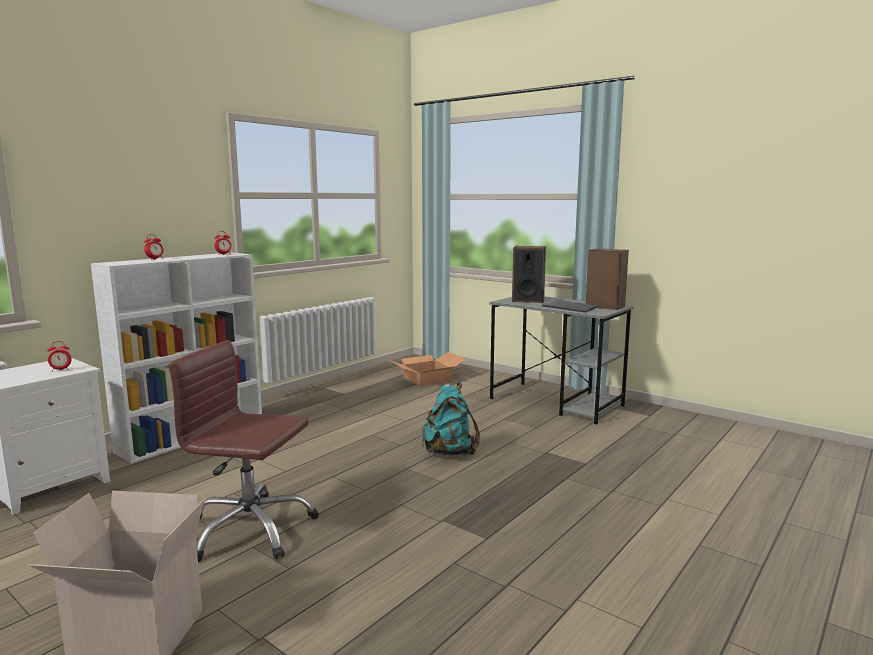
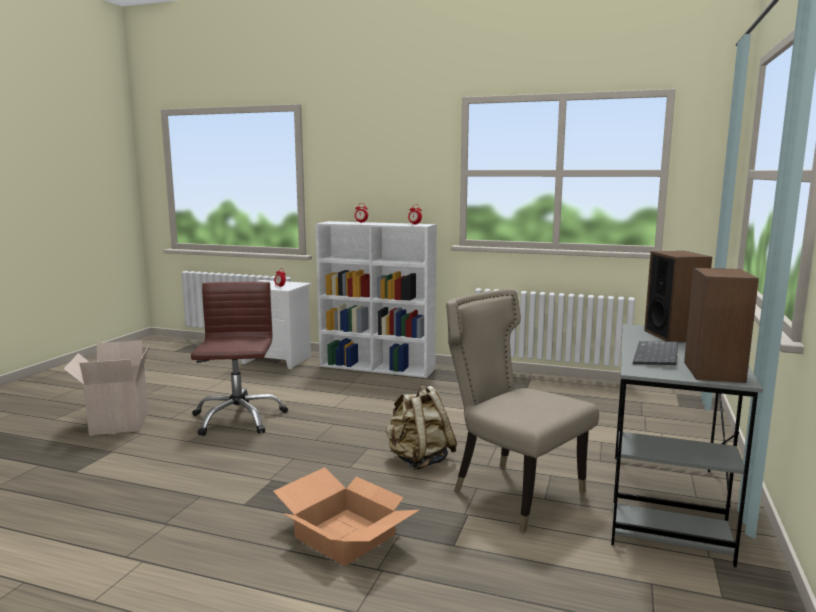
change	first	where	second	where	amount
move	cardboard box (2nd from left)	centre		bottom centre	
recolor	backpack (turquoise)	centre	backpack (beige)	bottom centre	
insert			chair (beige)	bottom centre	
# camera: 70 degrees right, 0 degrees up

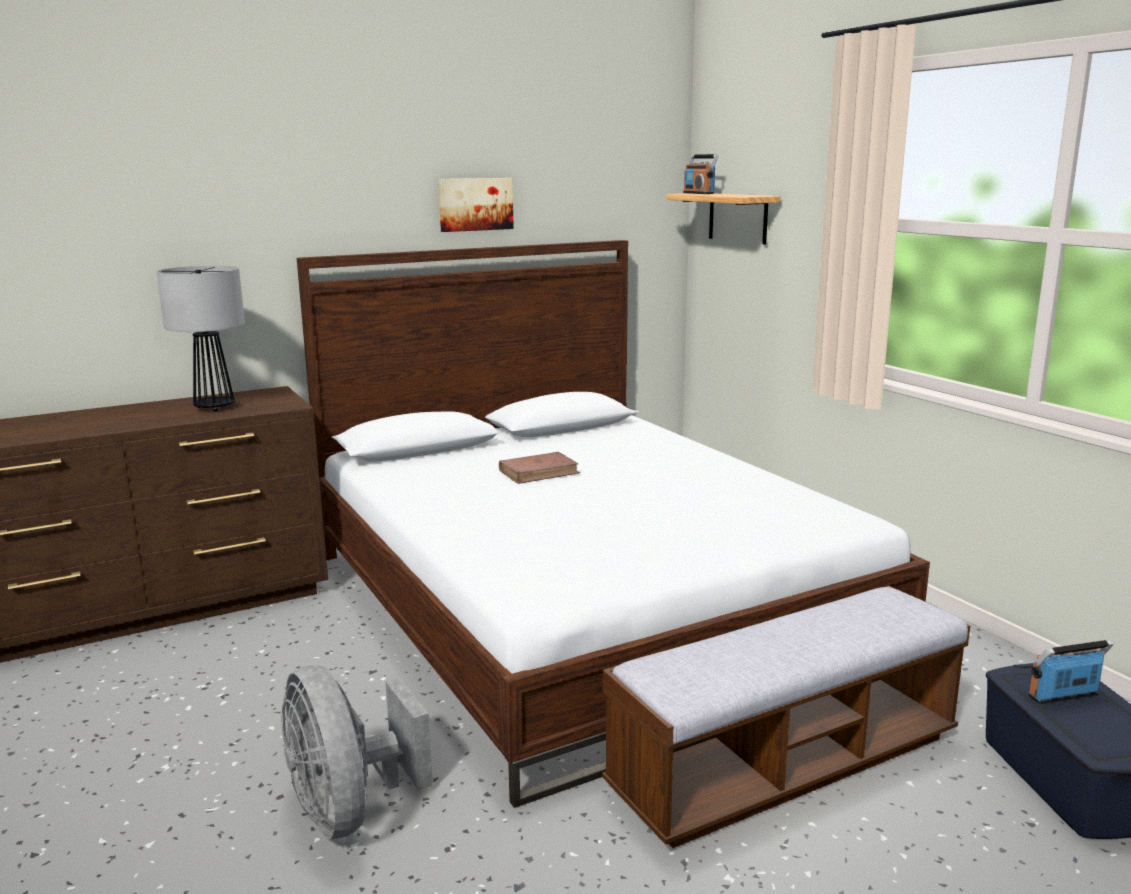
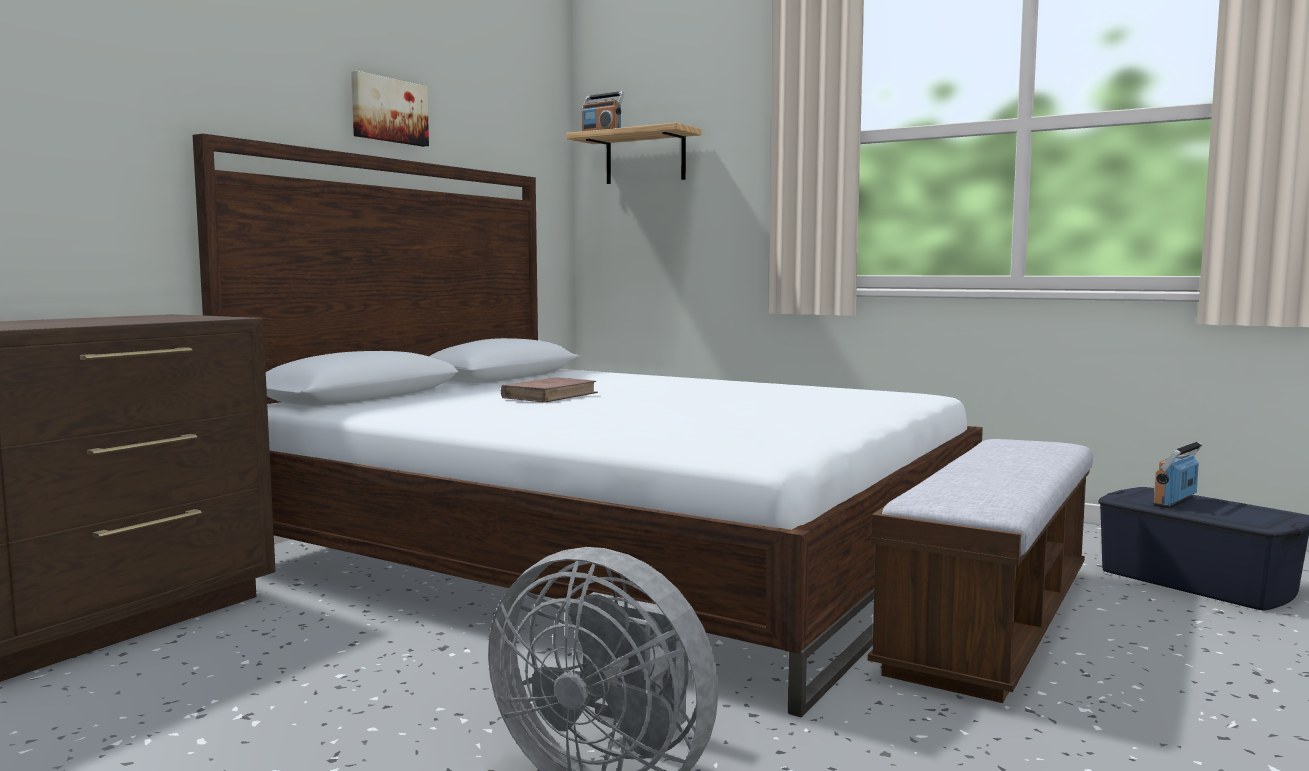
change	first	where	second	where	amount
delete	table lamp	middle left			
# camera: 30 degrees left, 10 degrees down

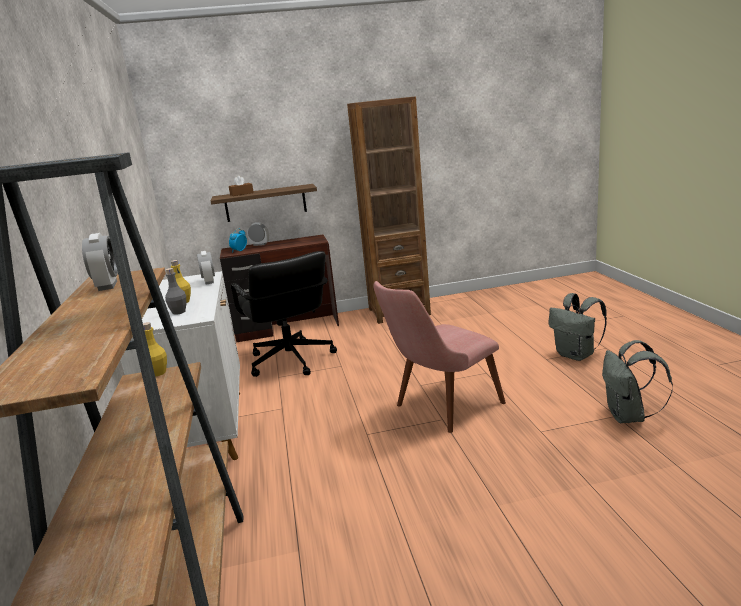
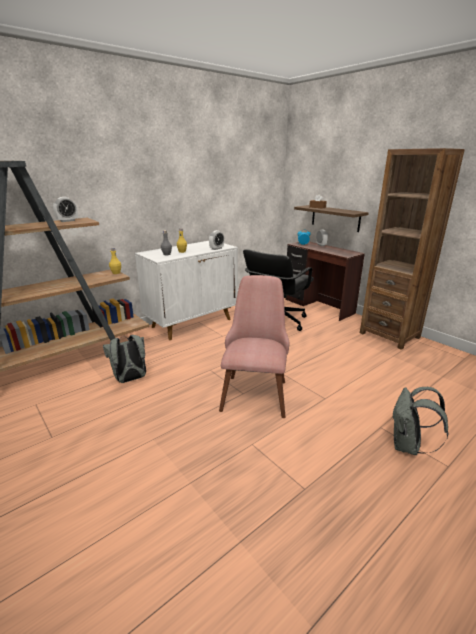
change	first	where	second	where	amount
move	backpack (grey) (2nd from left in the first image)	middle right	backpack (grey) (1st from left)	middle left	
rotate	chair (pink)	centre		centre	75 degrees clockwise
# camera: 60 degrees right, 5 degrees up

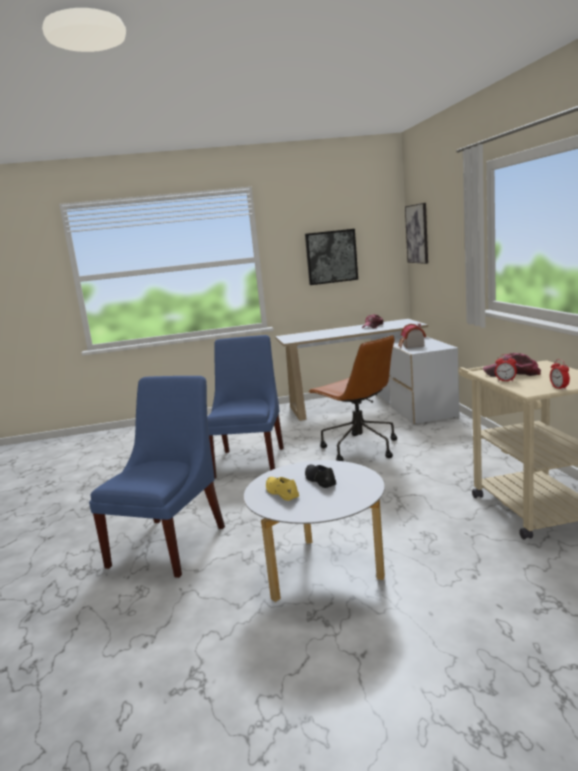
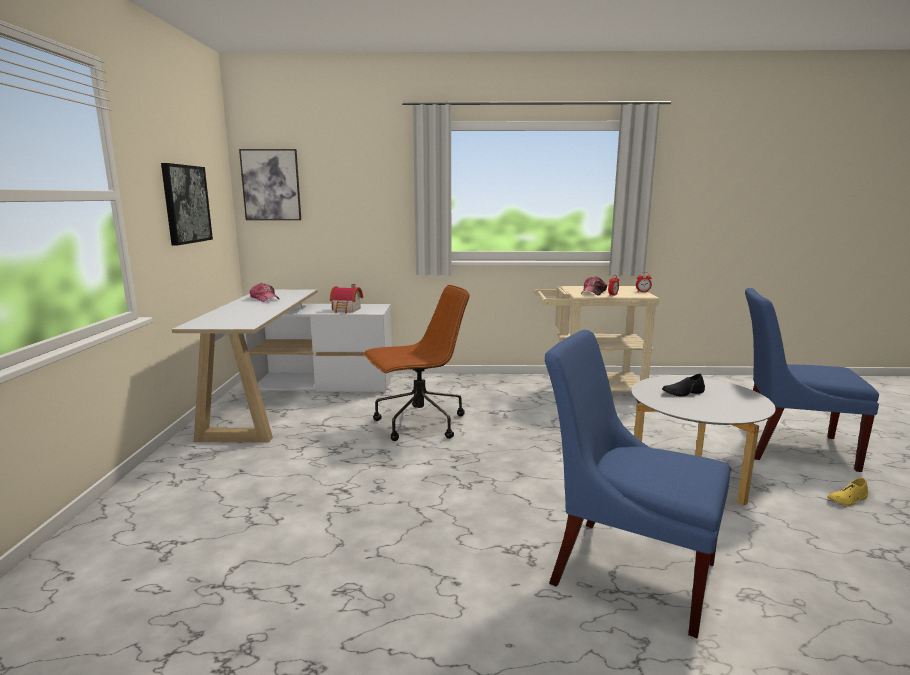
change	first	where	second	where	amount
move	chair (blue) (2nd from left)	centre		middle right	
move	shoe (yellow)	centre		bottom right	
# camera: 80 degrees left, 0 degrees up

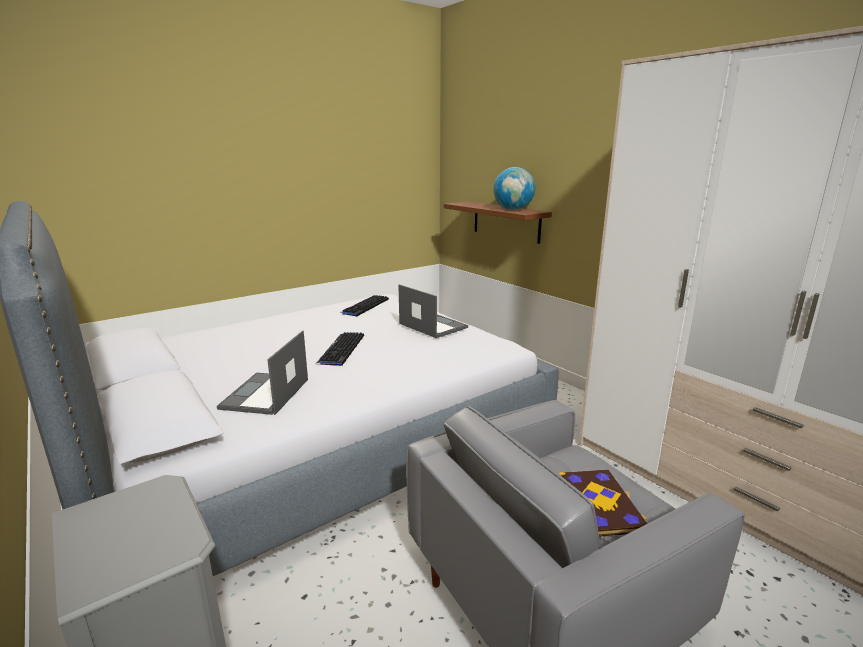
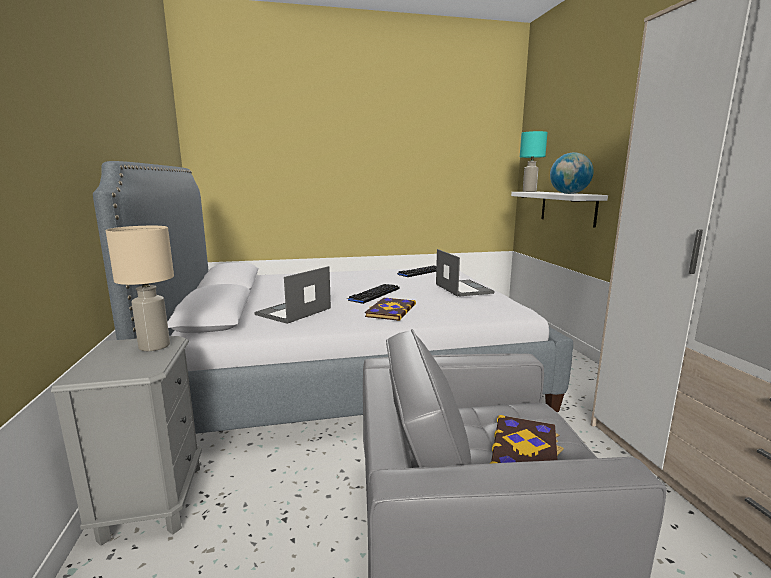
change	first	where	second	where	amount
insert			table lamp (beige)	middle left	
insert			book (1st from left)	centre	
recolor	shelf (brown)	centre	shelf (white)	middle right	
insert			table lamp (turquoise)	top right	
# camera: 25 degrees right, 5 degrees down

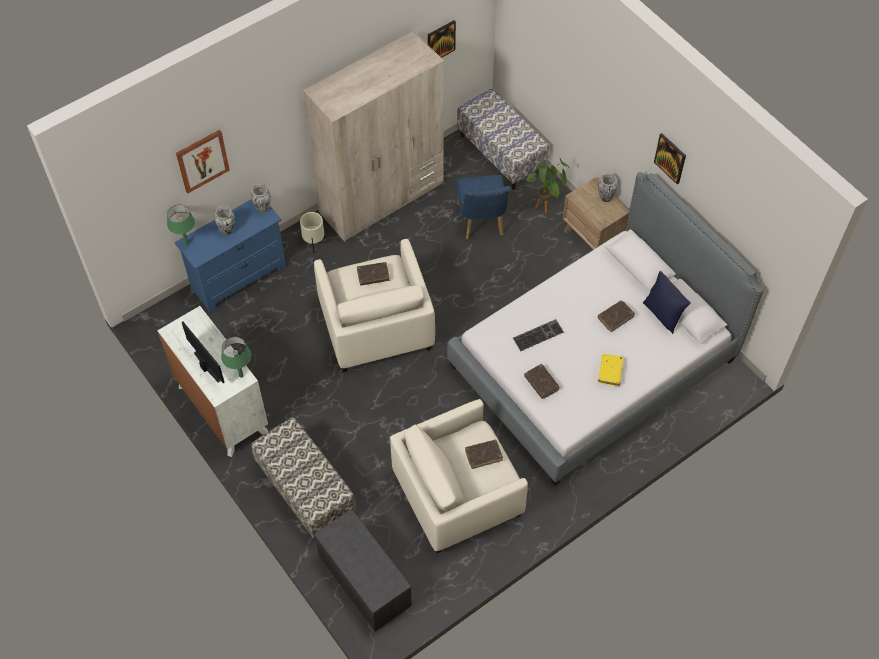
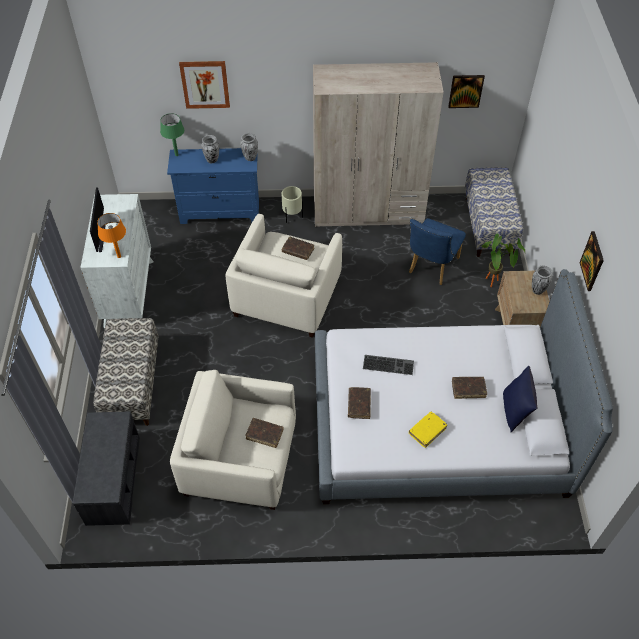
change	first	where	second	where	amount
recolor	table lamp (green) (2nd from left)	middle left	table lamp (orange)	middle left	
# camera: 35 degrees right, 5 degrees down

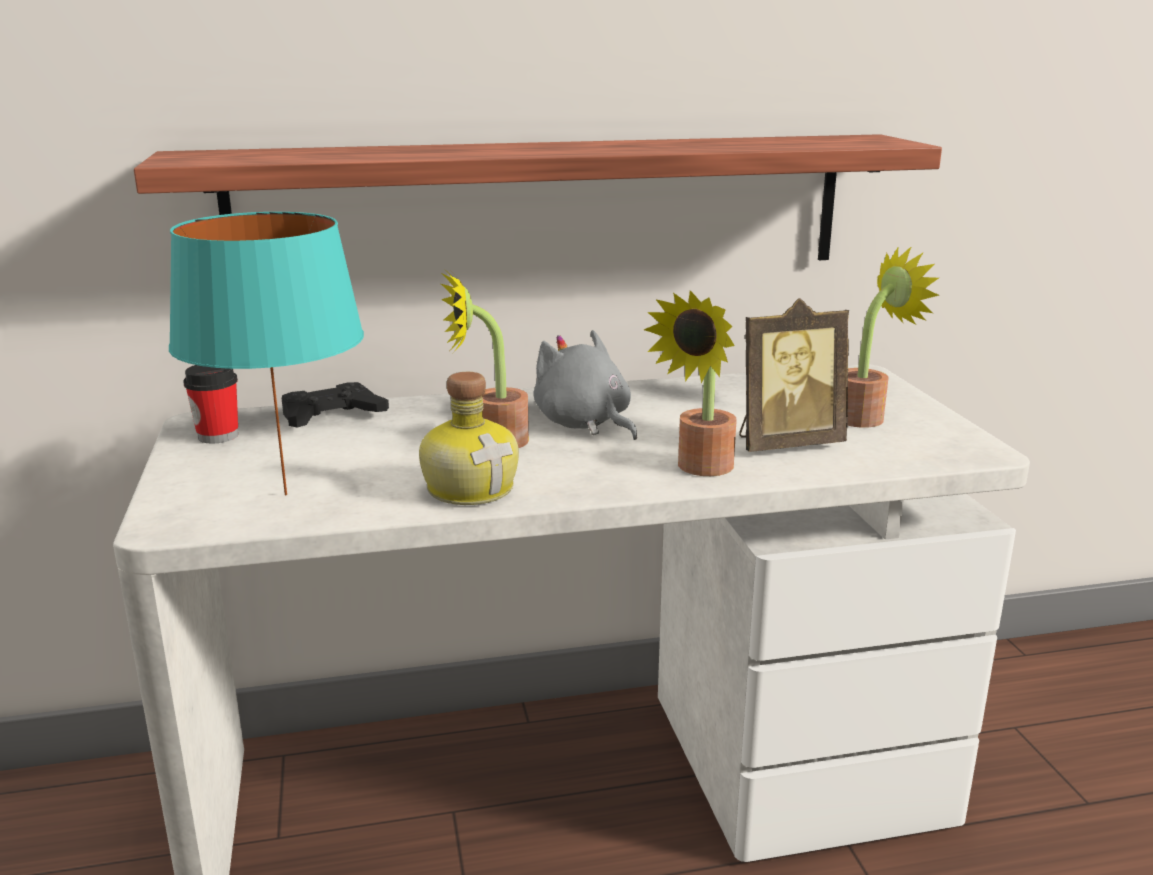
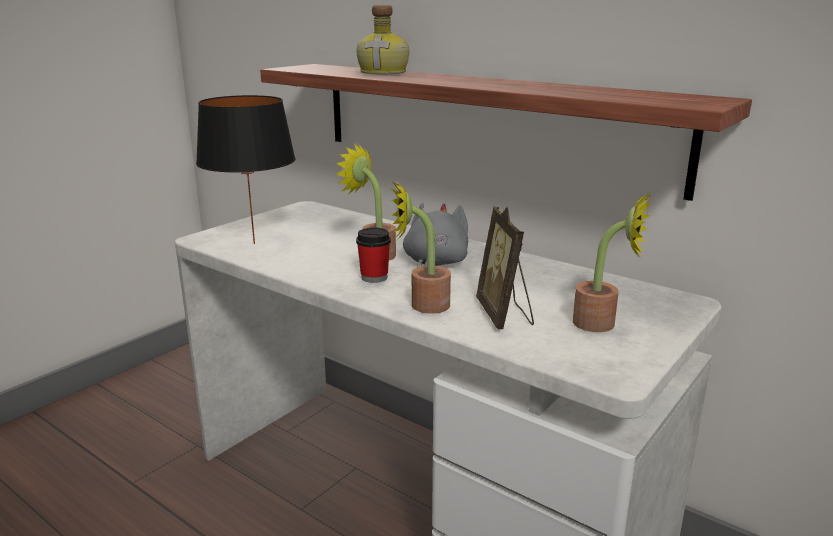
change	first	where	second	where	amount
recolor	table lamp (turquoise)	middle left	table lamp (black)	top left	
move	bottle	centre		top centre	
move	cup	middle left		centre	
rotate	picture frame	middle right		centre	45 degrees clockwise
delete	game controller (black)	middle left			
# camera: 50 degrees right, 0 degrees up

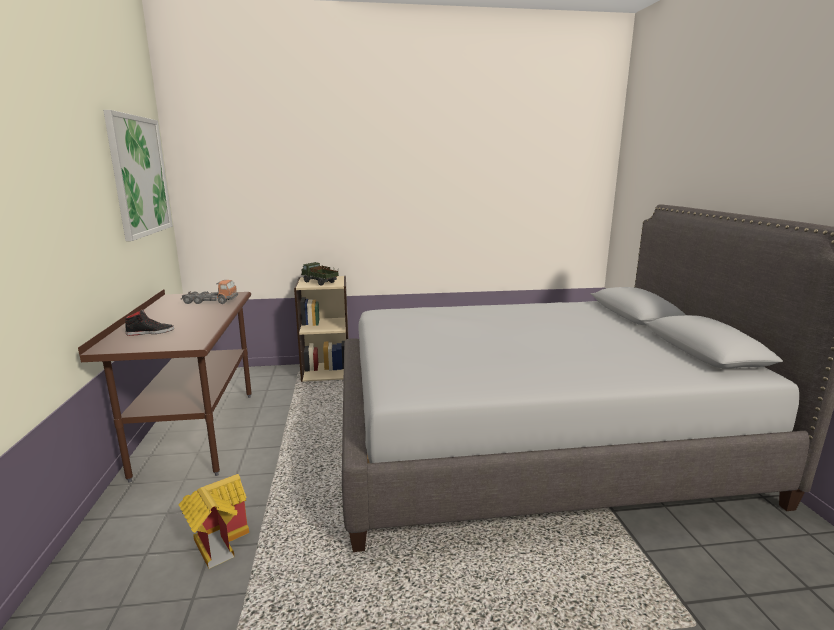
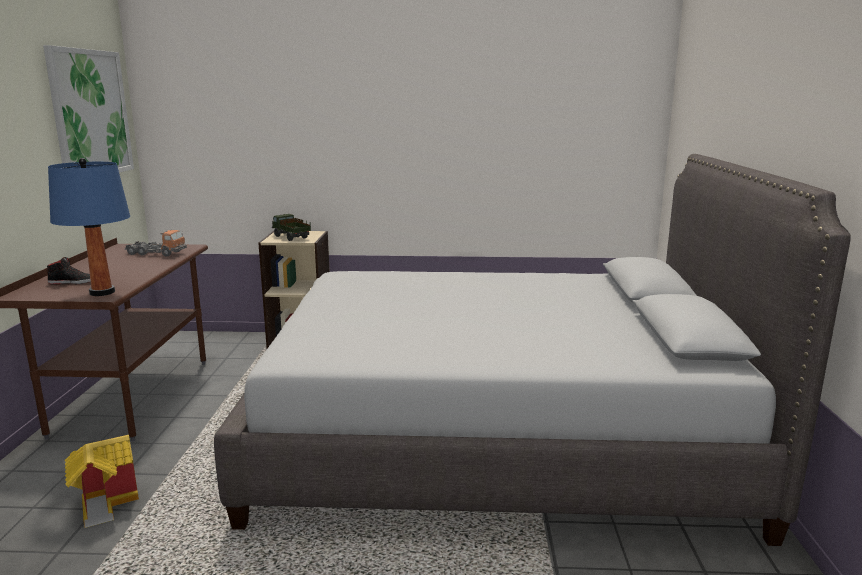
change	first	where	second	where	amount
insert			table lamp (blue)	middle left	
# camera: 10 degrees right, 0 degrees up

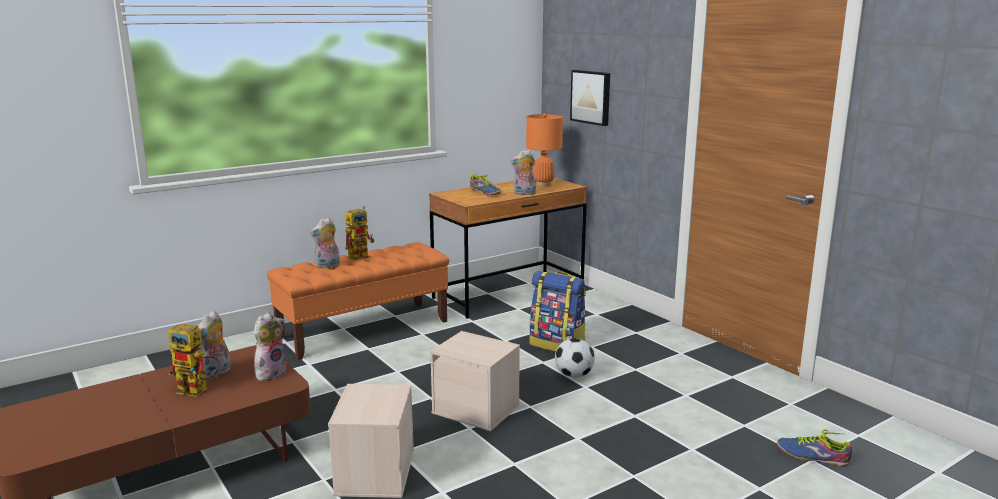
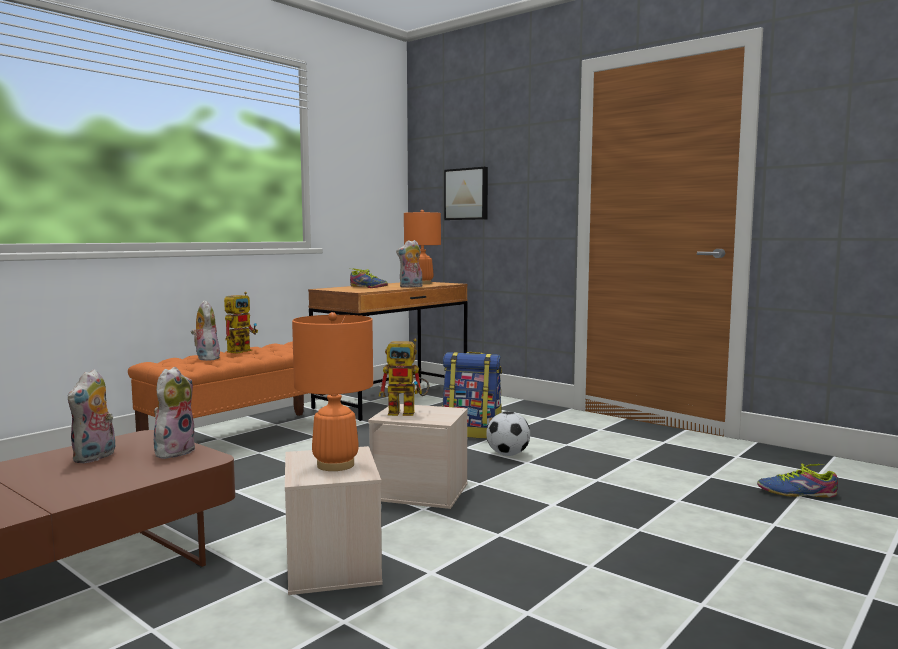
change	first	where	second	where	amount
rotate	plush toy (3rd from left)	middle left		middle left	120 degrees clockwise
insert			table lamp (orange) (1st from left)	centre	
move	toy robot (1st from left in the first image)	bottom left	toy robot (2nd from left)	centre	
# camera: 15 degrees left, 10 degrees down

